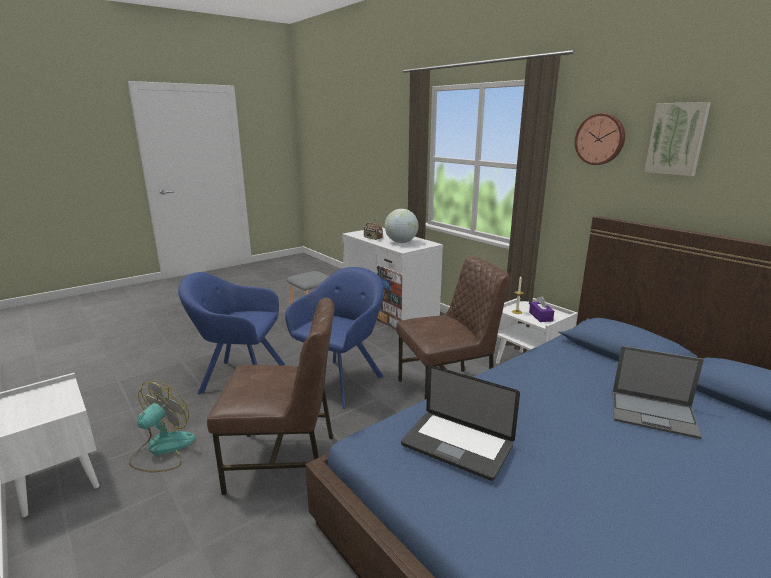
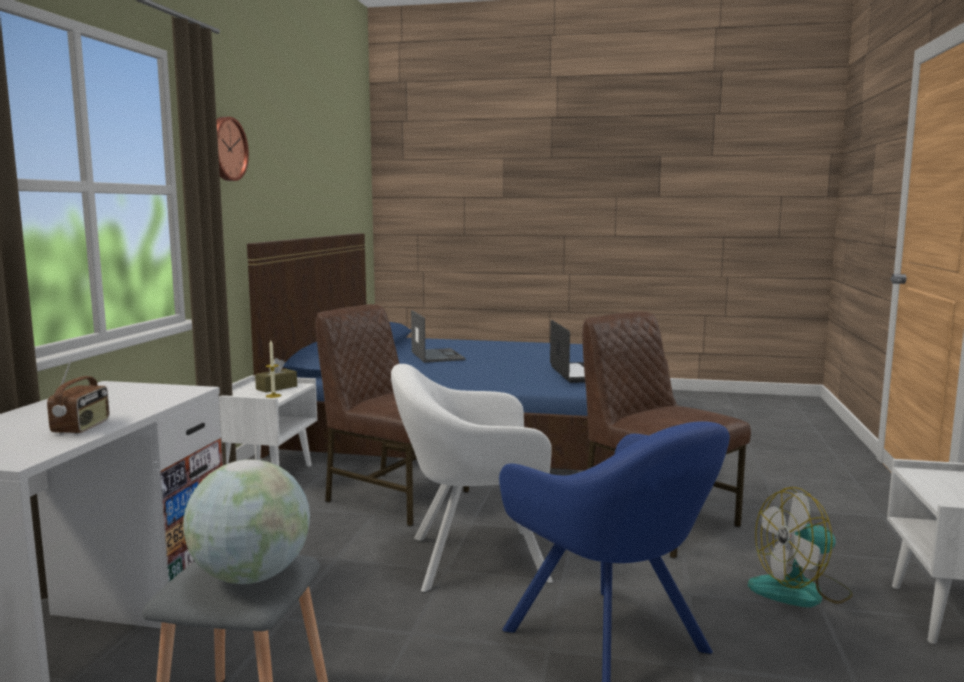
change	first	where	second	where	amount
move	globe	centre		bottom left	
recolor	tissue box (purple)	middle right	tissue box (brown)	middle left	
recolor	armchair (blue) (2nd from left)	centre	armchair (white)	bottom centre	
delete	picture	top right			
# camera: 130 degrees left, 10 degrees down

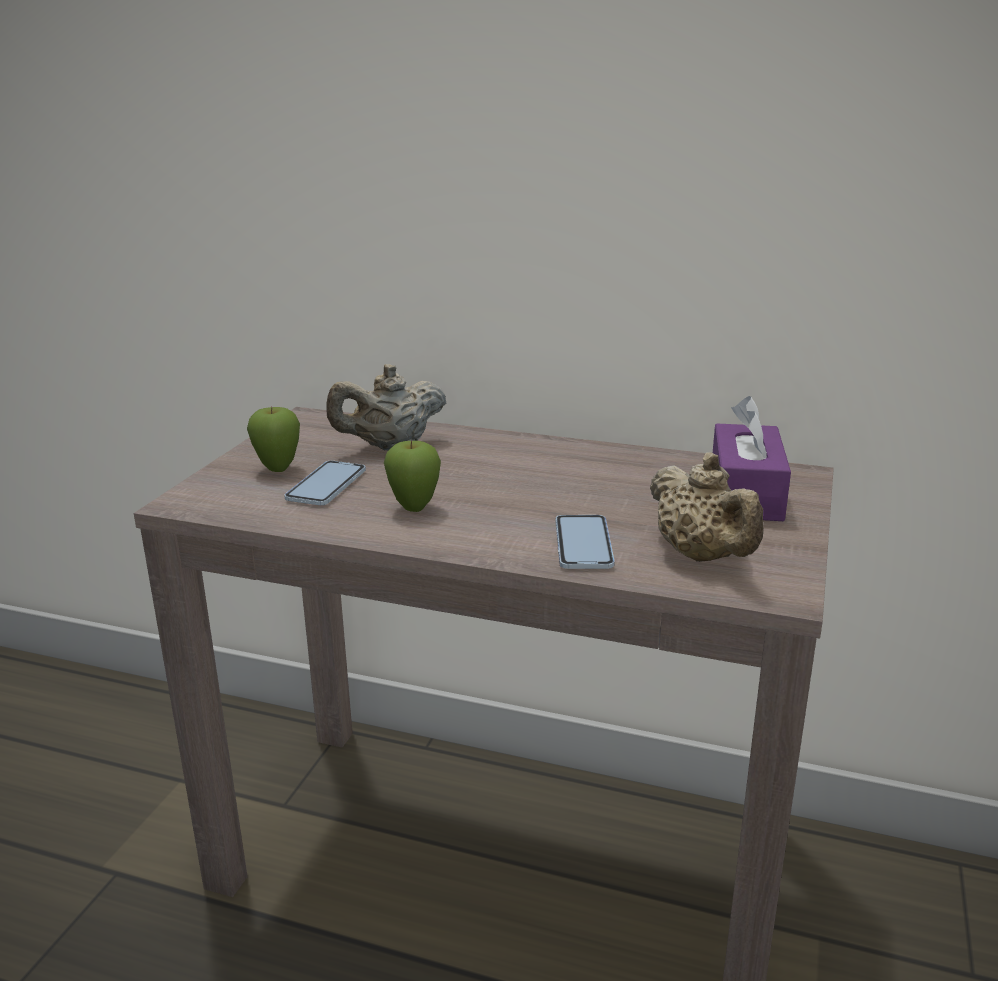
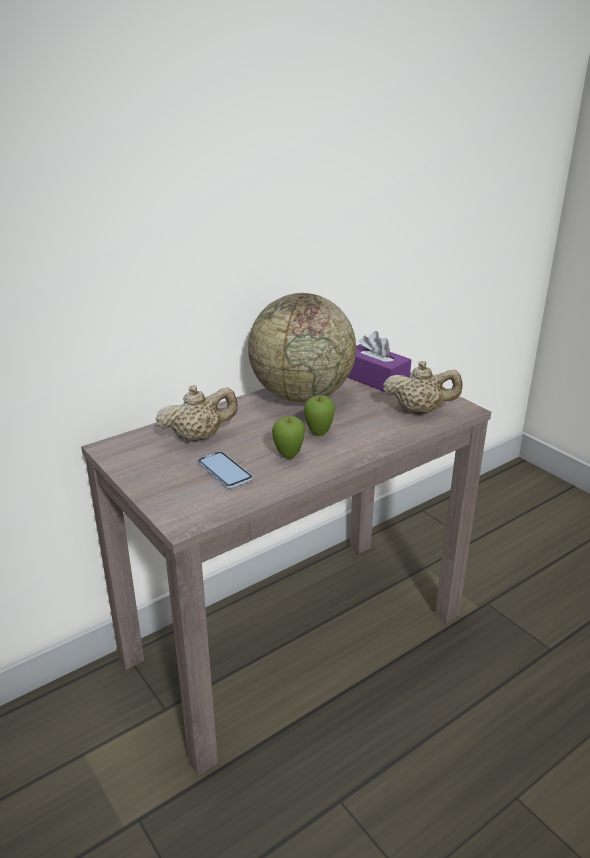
change	first	where	second	where	amount
rotate	teapot (beige) (1st from left)	centre		middle left	120 degrees counterclockwise
insert			globe	centre	
move	apple (1st from left in the first image)	middle left	apple (2nd from left)	centre	
delete	phone (2nd from left)	centre			
# camera: 55 degrees left, 5 degrees up

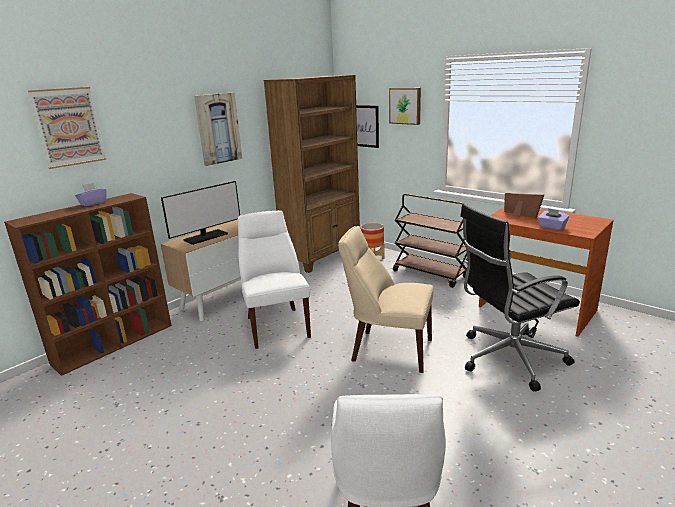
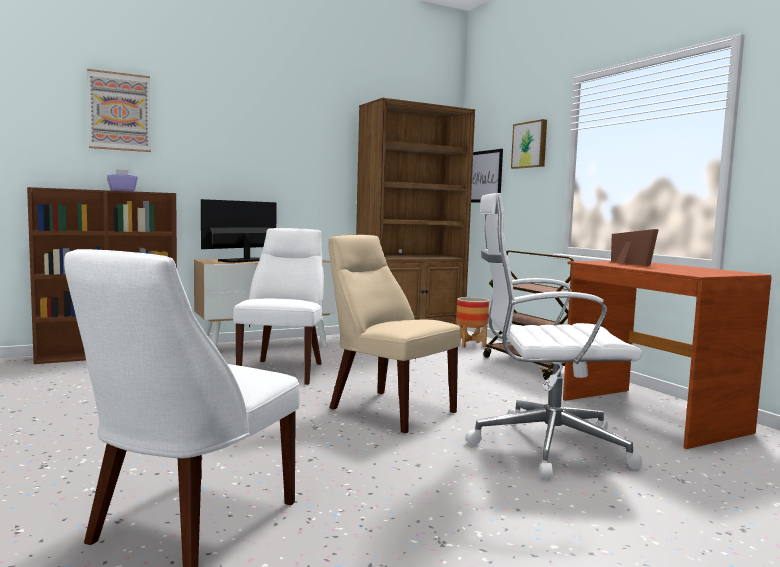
change	first	where	second	where	amount
rotate	monitor	middle left		middle left	150 degrees clockwise
recolor	office chair (black)	middle right	office chair (white)	middle right	
delete	picture (2nd from left)	top left			
delete	tissue box (purple) (2nd from left)	middle right			
# camera: 20 degrees right, 15 degrees down

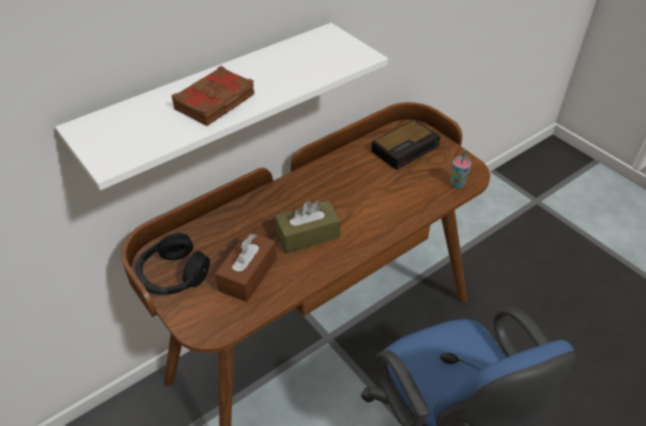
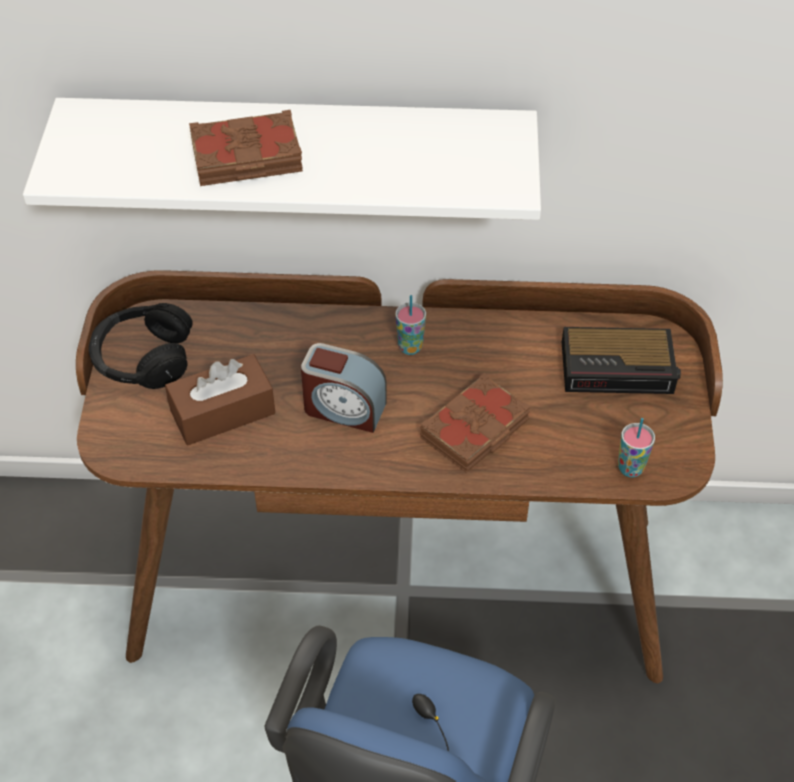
change	first	where	second	where	amount
replace	tissue box (brown) (2nd from left)	centre	alarm clock (1st from left)	centre	
insert			cup (1st from left)	centre	
insert			book (brown) (2nd from left)	centre	
# camera: 40 degrees right, 5 degrees up

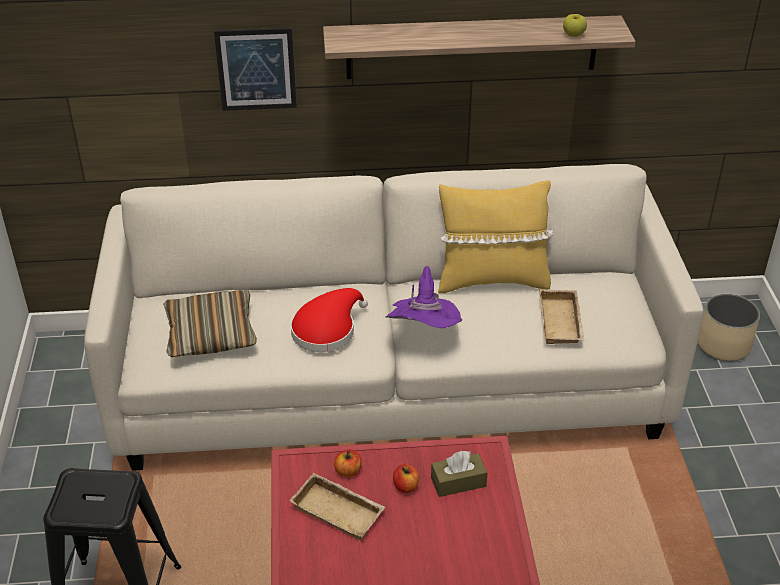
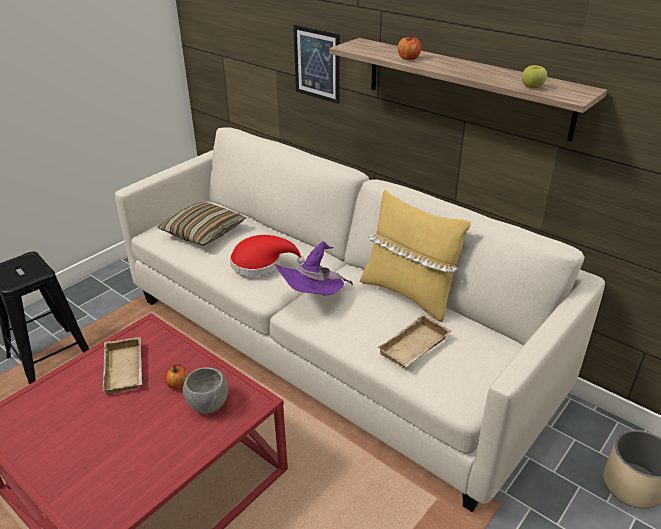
change	first	where	second	where	amount
replace	tissue box (brown)	bottom centre	bowl (grey)	bottom left	
move	apple (1st from left in the first image)	bottom centre	apple (2nd from left)	top centre	
# camera: 45 degrees right, 5 degrees down

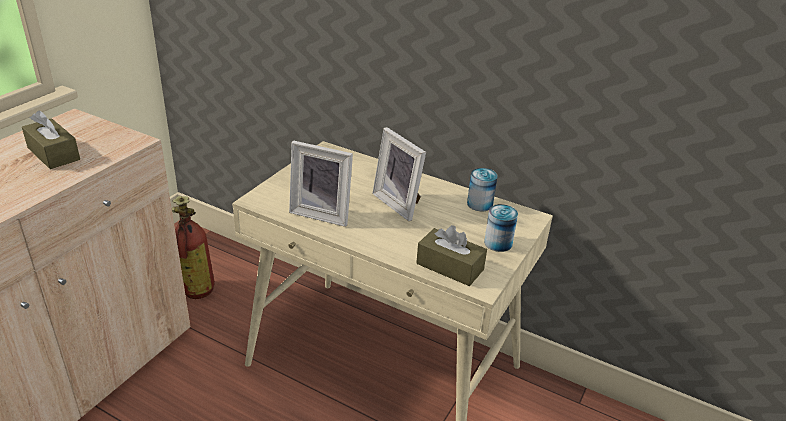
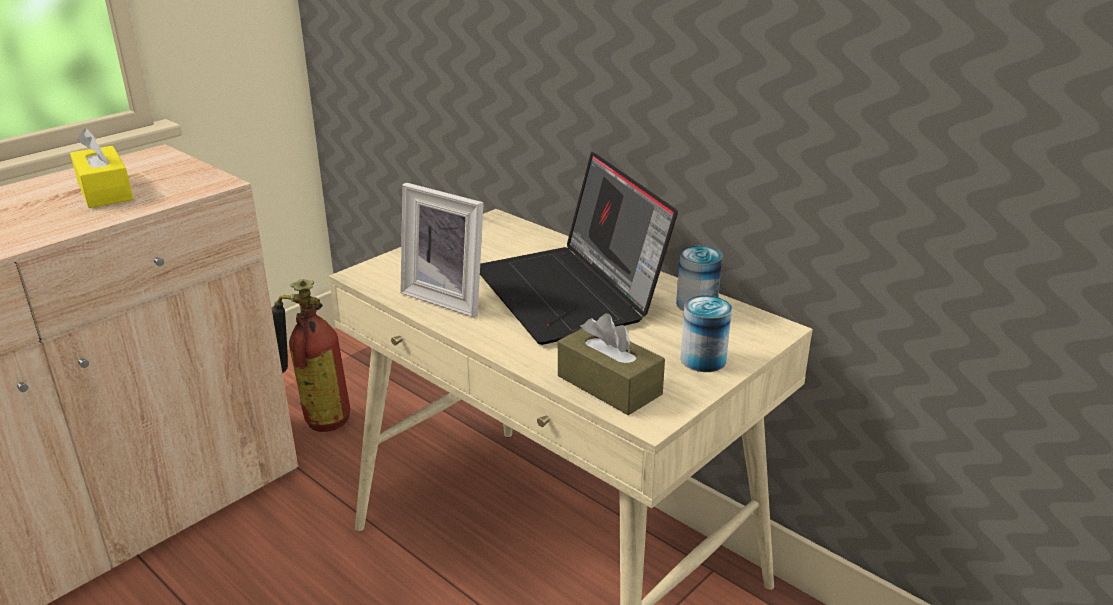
change	first	where	second	where	amount
recolor	tissue box (brown) (1st from left)	top left	tissue box (yellow)	top left	
replace	picture frame (2nd from left)	centre	laptop	centre	
# camera: 15 degrees right, 5 degrees down

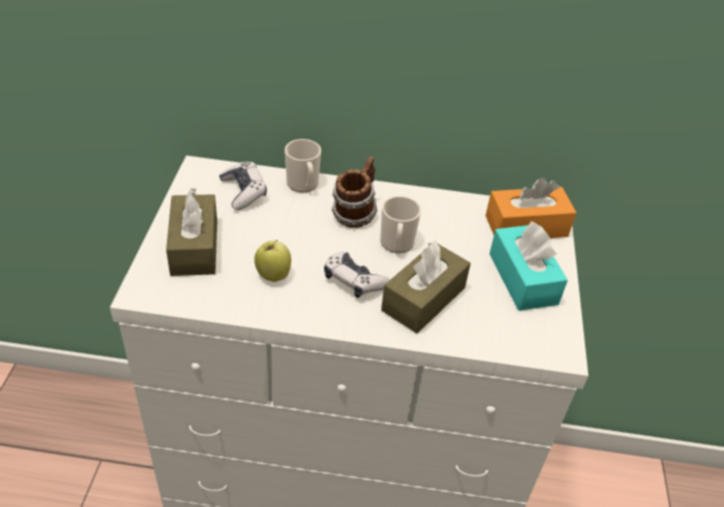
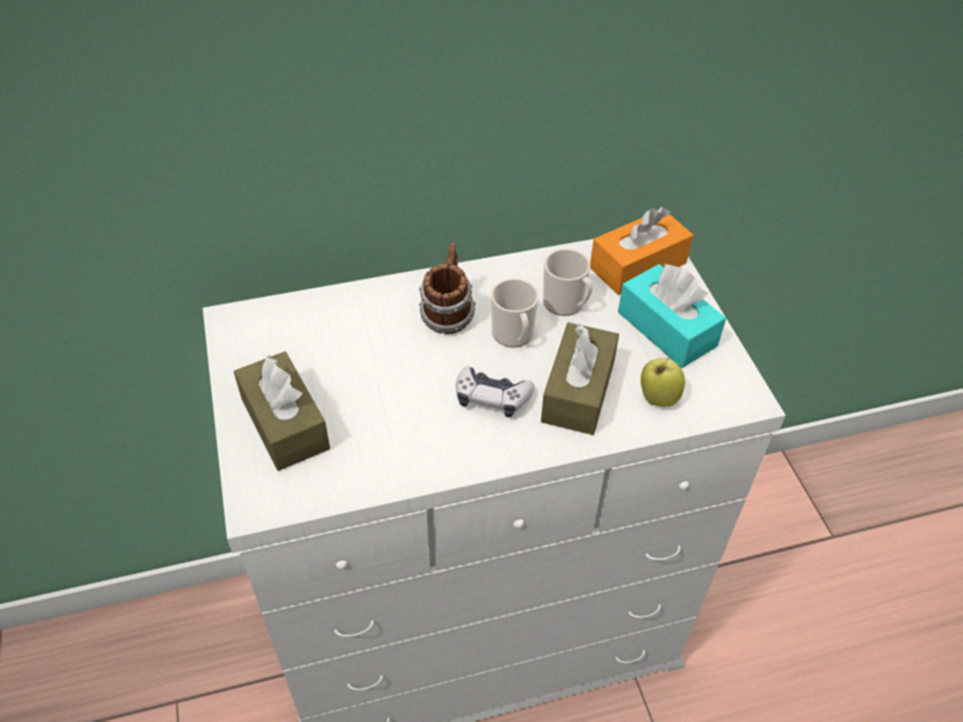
change	first	where	second	where	amount
move	mug (1st from left in the first image)	top centre	mug (3rd from left)	centre	
move	apple	centre		middle right	
delete	game controller (1st from left)	centre			
# camera: 20 degrees left, 5 degrees up

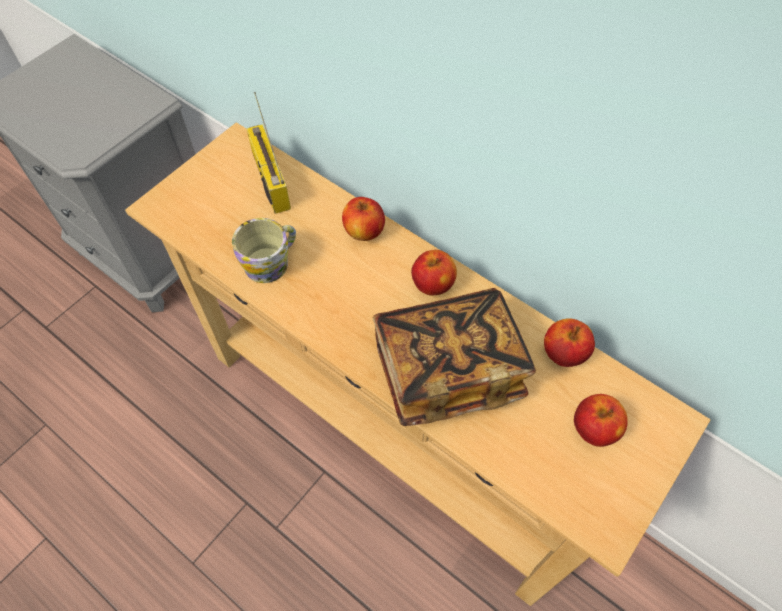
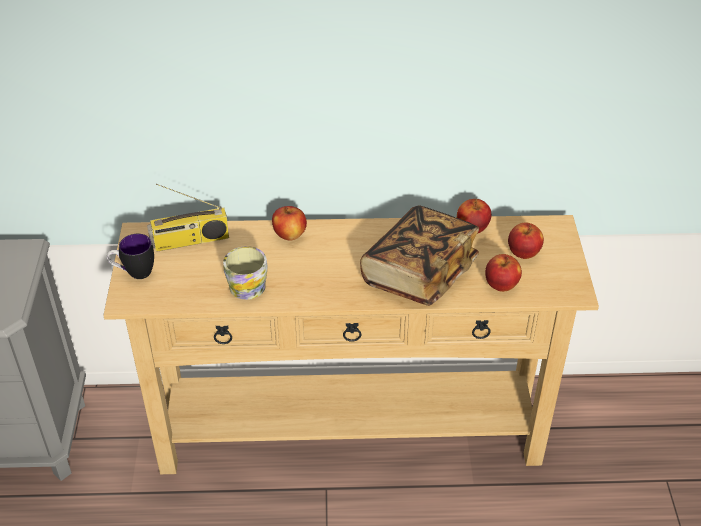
change	first	where	second	where	amount
insert			mug (1st from left)	middle left	
rotate	radio	top centre		middle left	45 degrees counterclockwise
move	apple (2nd from left in the first image)	centre	apple (3rd from left)	middle right	
# camera: 40 degrees left, 15 degrees down

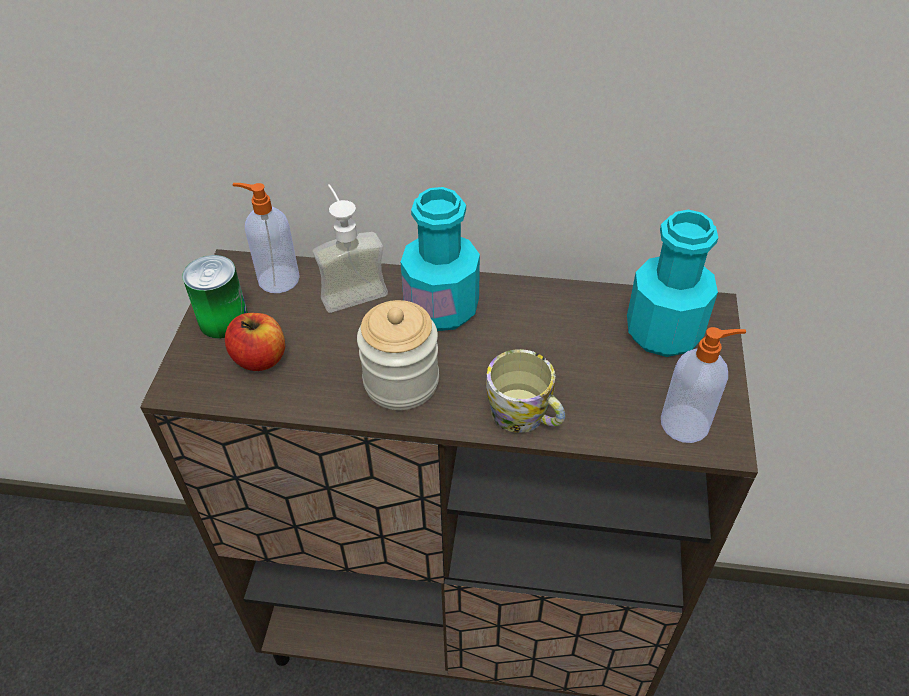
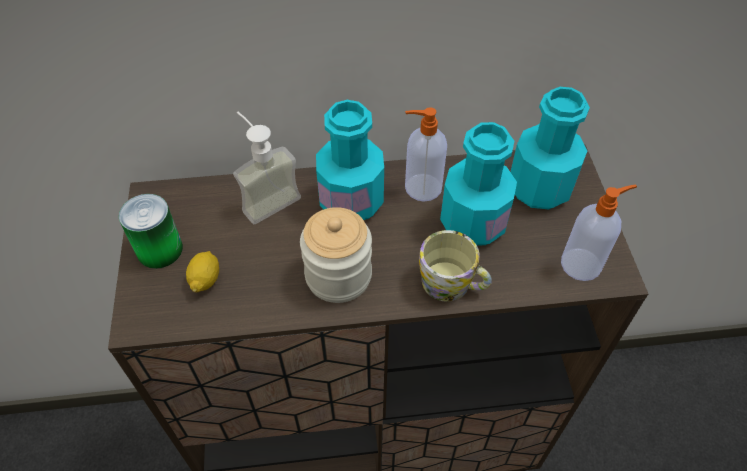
change	first	where	second	where	amount
replace	apple	middle left	lemon	middle left	
move	soap dispenser (1st from left in the first image)	middle left	soap dispenser (2nd from left)	top centre	
insert			bottle (turquoise) (2nd from left)	centre	
# camera: 15 degrees left, 5 degrees up

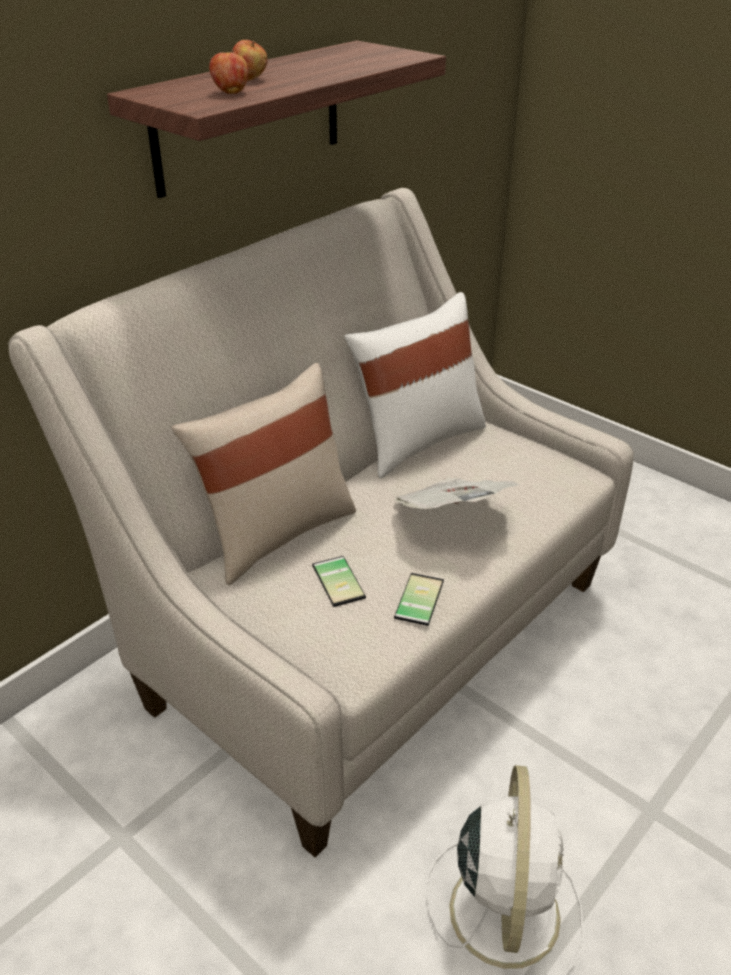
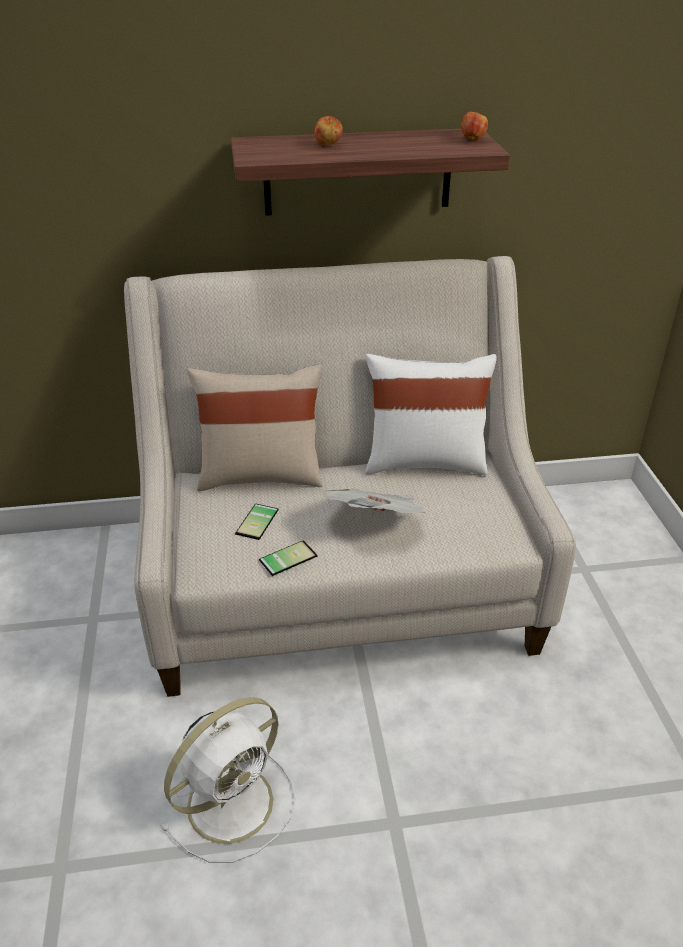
change	first	where	second	where	amount
move	apple (1st from left in the first image)	top left	apple (2nd from left)	top right	
# camera: 40 degrees right, 0 degrees up

